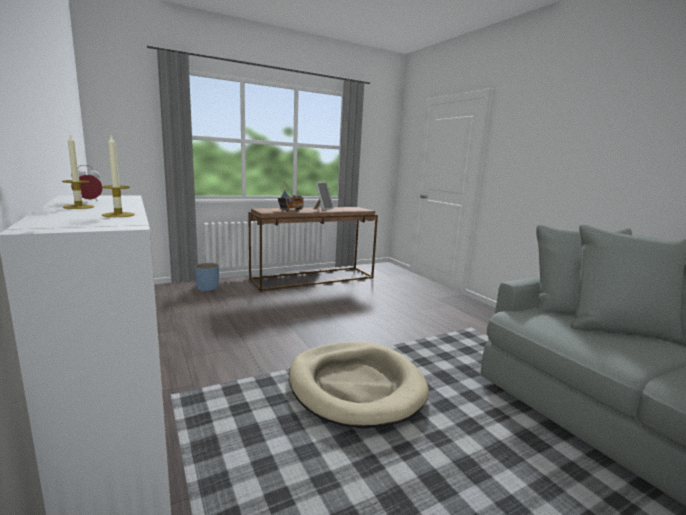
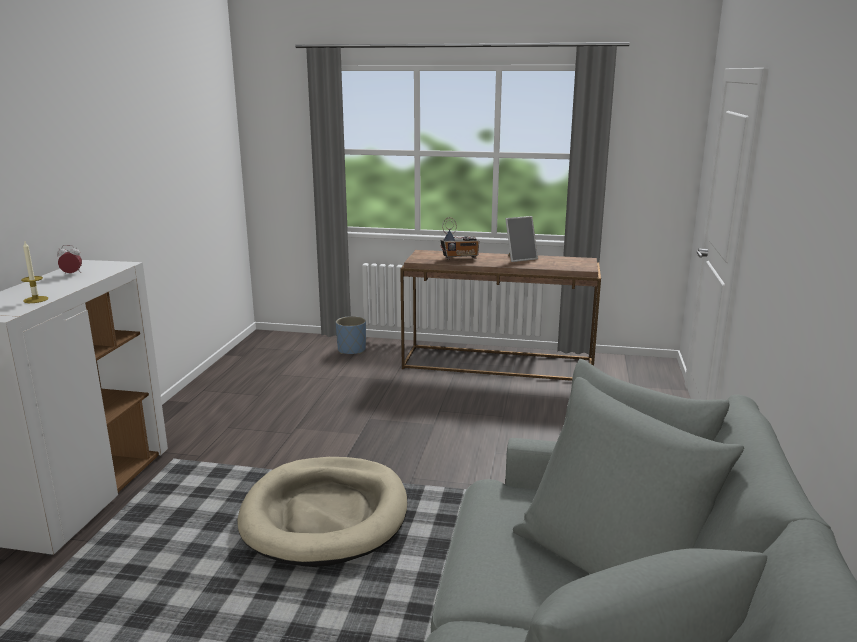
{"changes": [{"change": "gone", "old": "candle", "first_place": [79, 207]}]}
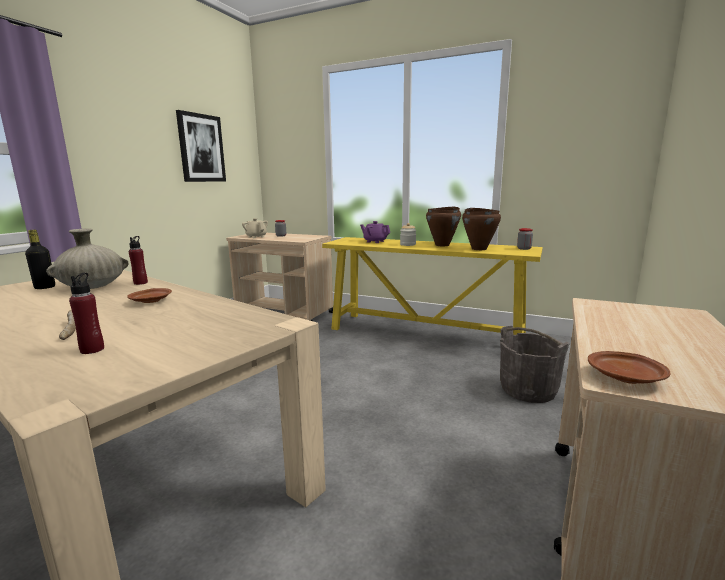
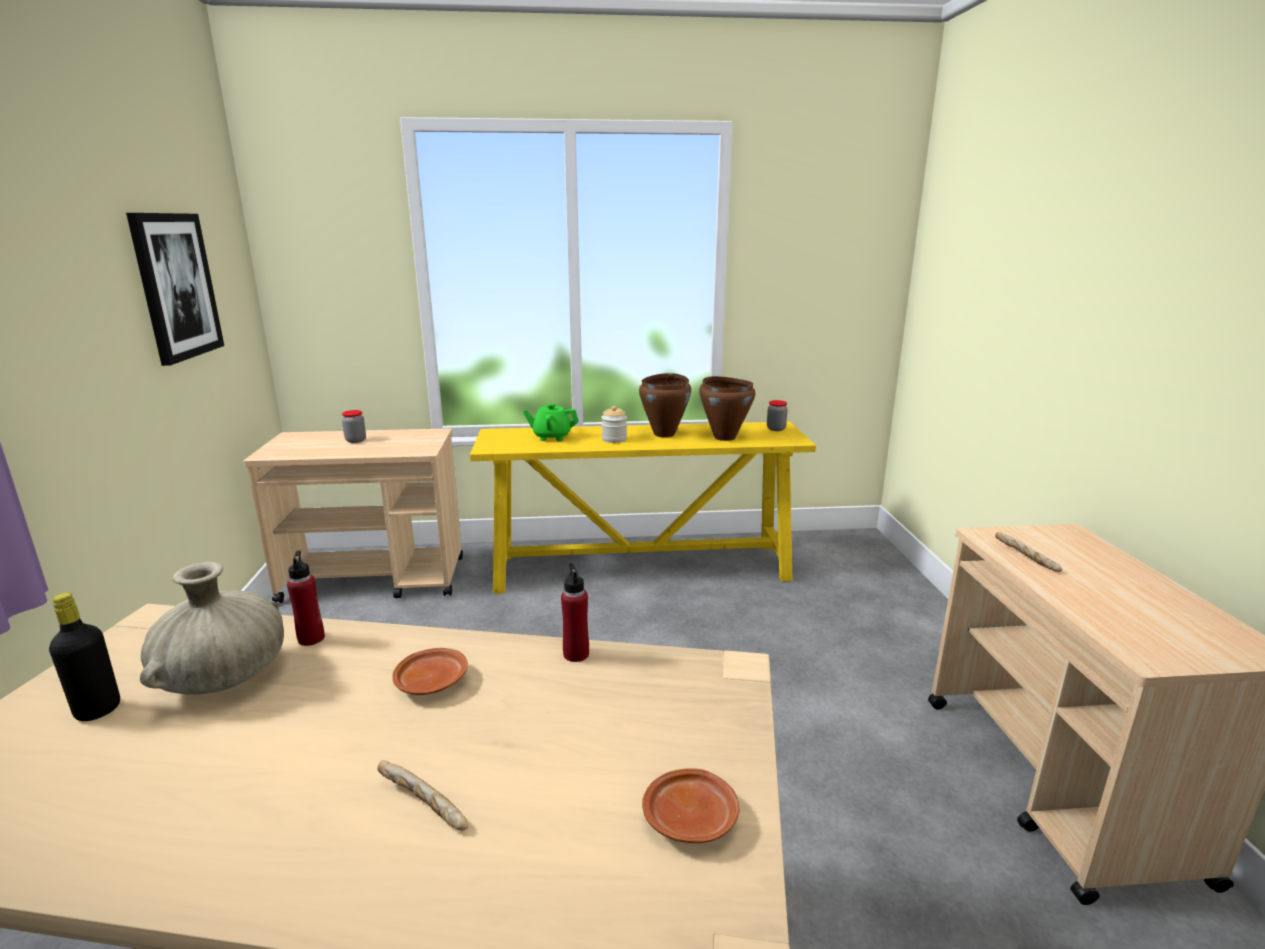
{"changes": [{"change": "shifted", "old": "red bottle", "first_place": [92, 349], "second_place": [576, 654]}, {"change": "gone", "old": "beige teapot", "first_place": [256, 237]}, {"change": "repainted", "old": "purple teapot", "new": "green teapot", "first_place": [375, 241], "second_place": [551, 437]}, {"change": "gone", "old": "grey bucket", "first_place": [528, 390]}, {"change": "shifted", "old": "brown plate", "first_place": [626, 377], "second_place": [691, 818]}, {"change": "new", "new": "bread", "second_place": [1025, 558]}]}
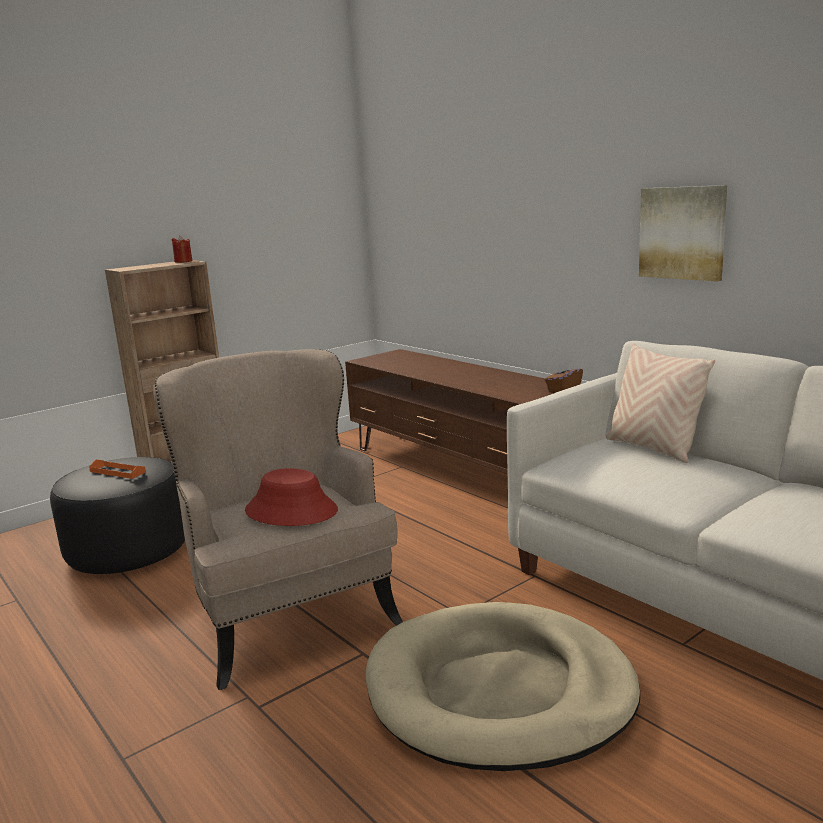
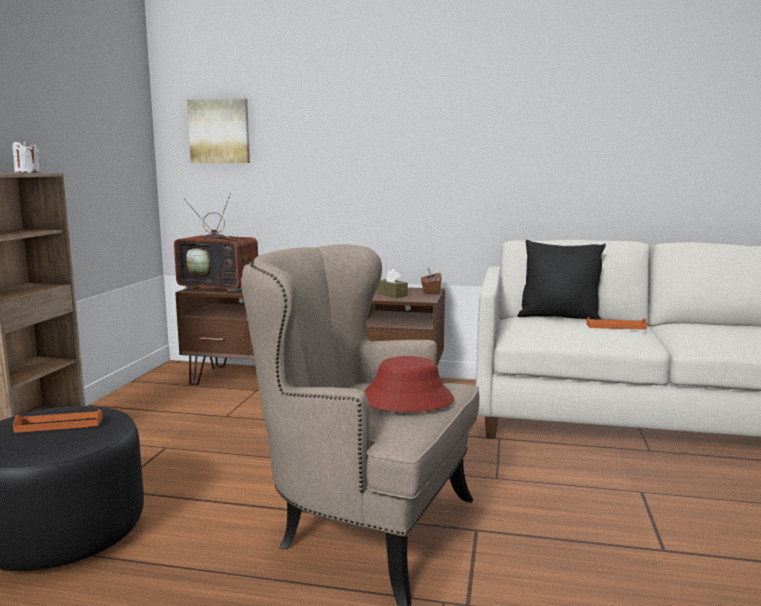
{"changes": [{"change": "repainted", "old": "red candle", "new": "white candle", "first_place": [183, 261], "second_place": [27, 172]}, {"change": "gone", "old": "beige dog bed", "first_place": [499, 691]}, {"change": "repainted", "old": "beige pillow", "new": "black pillow", "first_place": [653, 448], "second_place": [558, 317]}, {"change": "shifted", "old": "picture", "first_place": [682, 233], "second_place": [219, 131]}, {"change": "new", "new": "television", "second_place": [222, 288]}, {"change": "new", "new": "brown tissue box", "second_place": [391, 294]}, {"change": "new", "new": "orange tray", "second_place": [616, 326]}]}
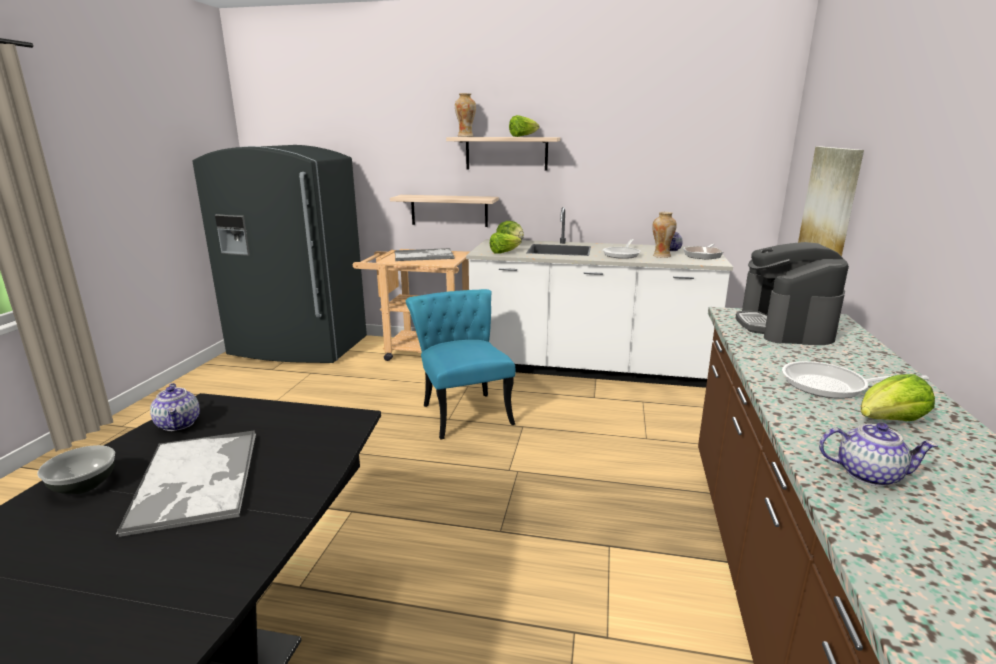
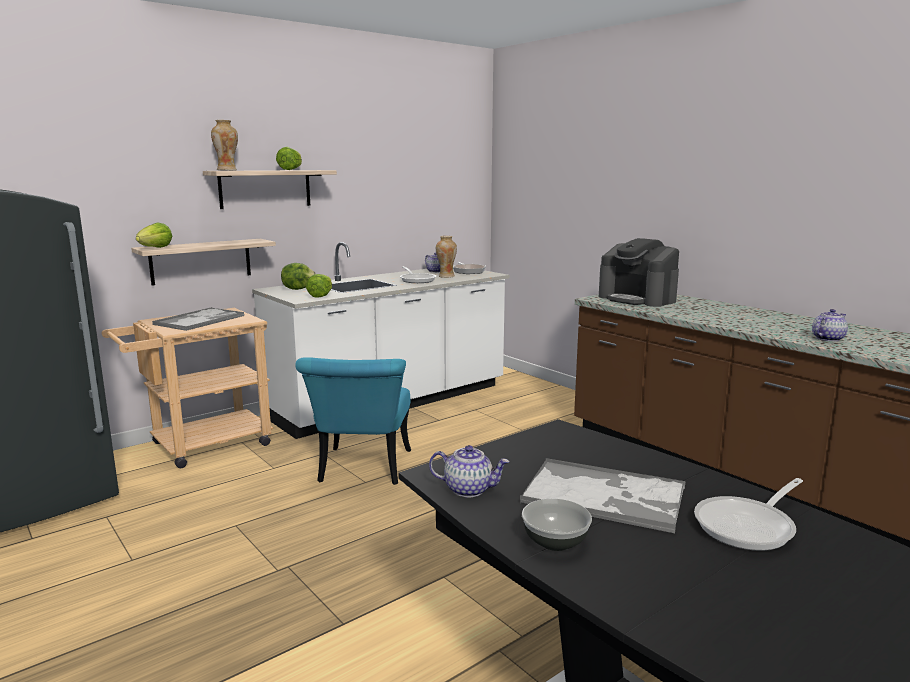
{"changes": [{"change": "rotated", "old": "turquoise chair", "first_place": [463, 410], "second_place": [362, 471], "degrees": -105}, {"change": "shifted", "old": "frying pan", "first_place": [831, 386], "second_place": [749, 526]}, {"change": "gone", "old": "picture", "first_place": [830, 205]}, {"change": "shifted", "old": "lettuce", "first_place": [888, 422], "second_place": [155, 248]}]}
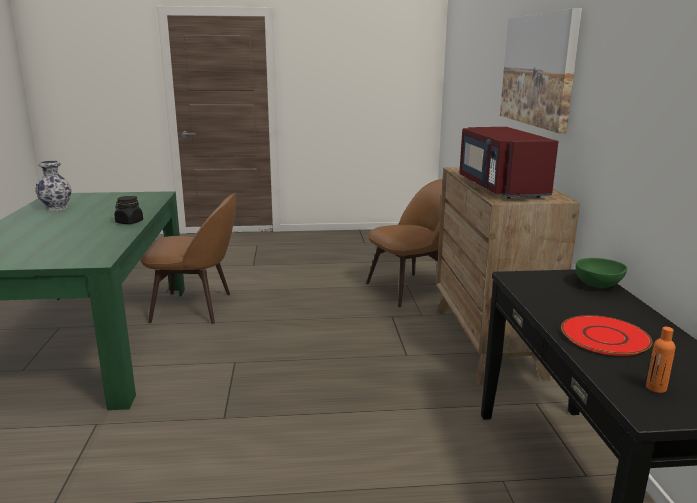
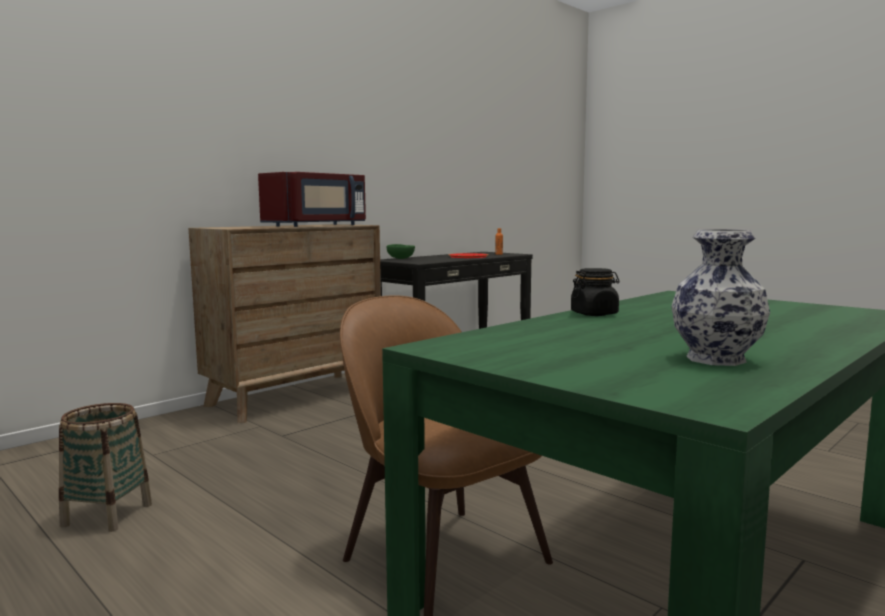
{"changes": [{"change": "gone", "old": "brown chair", "first_place": [410, 289]}, {"change": "gone", "old": "picture", "first_place": [538, 70]}, {"change": "new", "new": "basket", "second_place": [107, 515]}]}
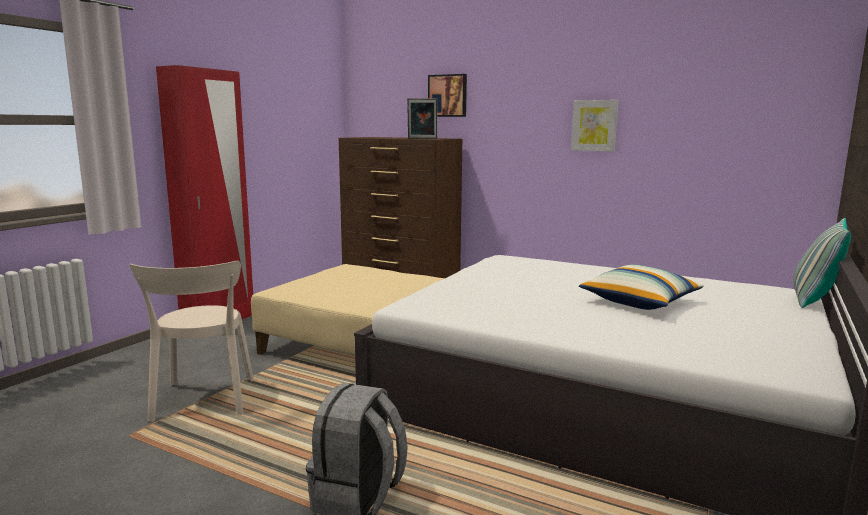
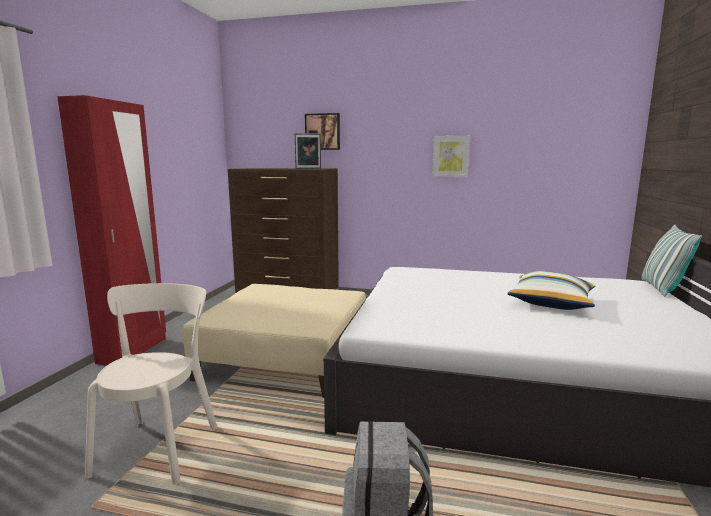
{"changes": [{"change": "rotated", "old": "beige chair", "first_place": [203, 402], "second_place": [159, 446], "degrees": -150}]}
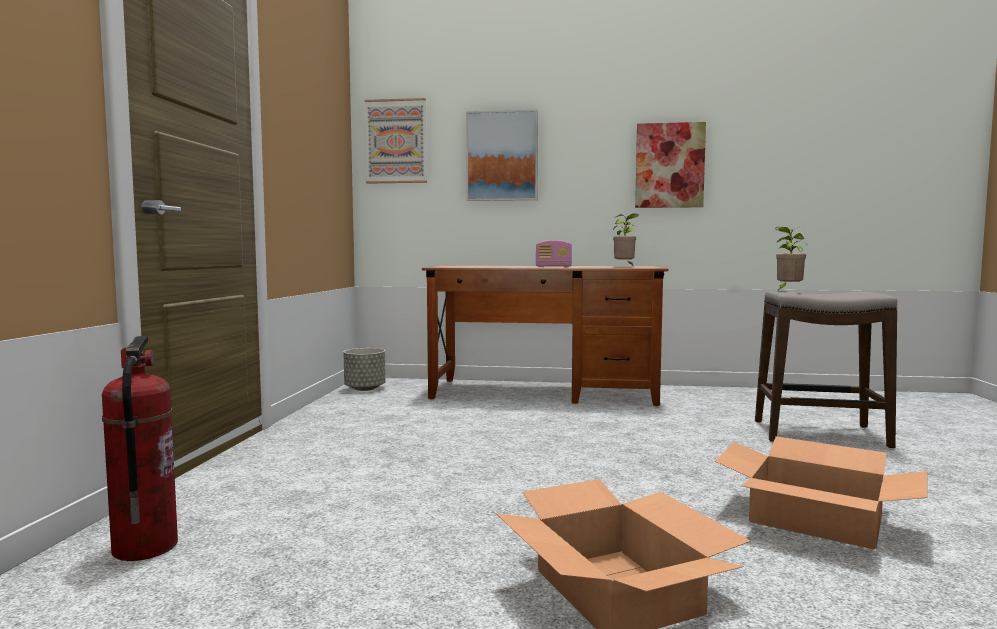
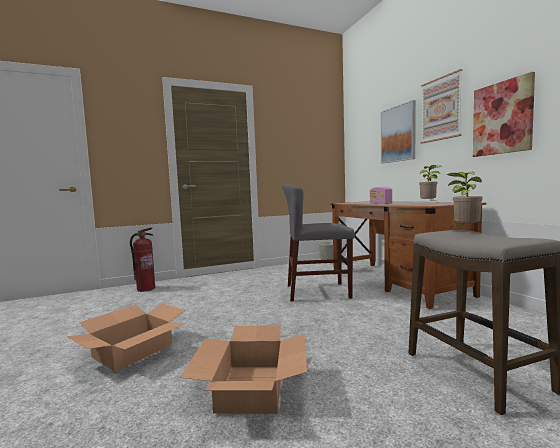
{"changes": [{"change": "shifted", "old": "picture", "first_place": [396, 141], "second_place": [441, 109]}, {"change": "new", "new": "grey chair", "second_place": [317, 291]}]}
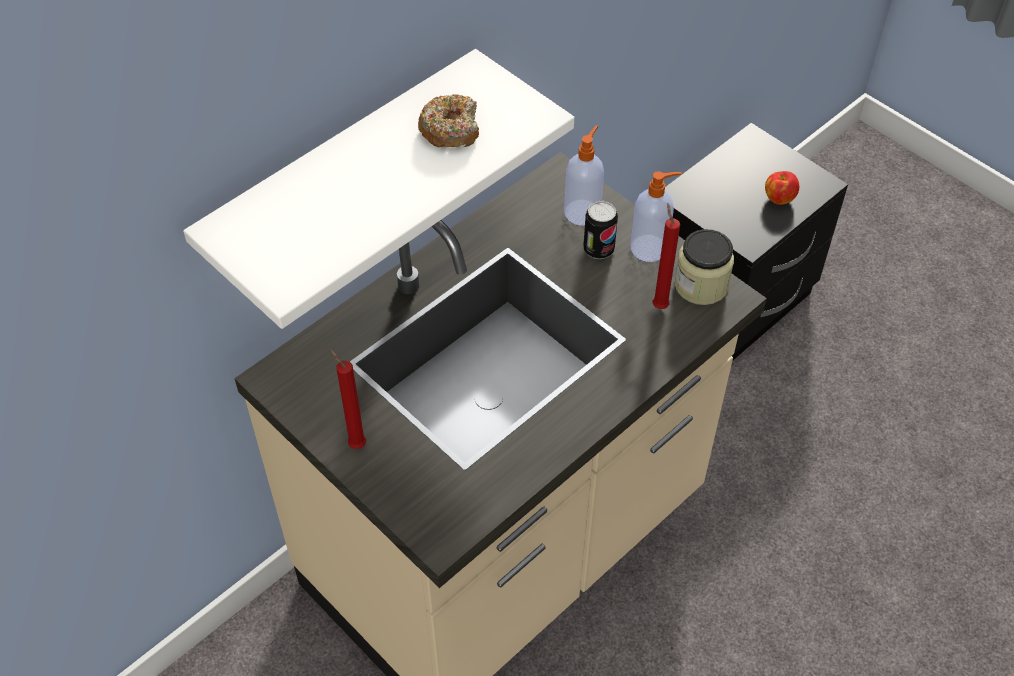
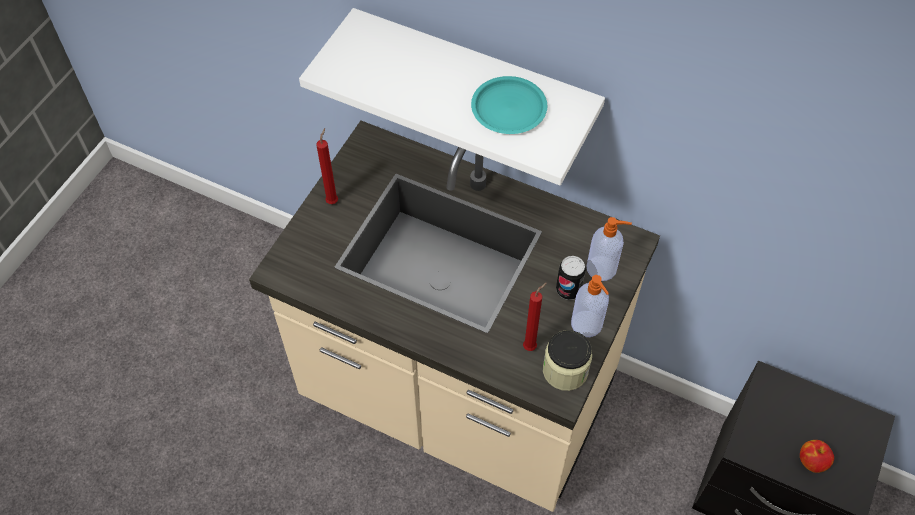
{"changes": [{"change": "swapped", "old": "donut", "new": "turquoise plate", "first_place": [450, 129], "second_place": [508, 109]}]}
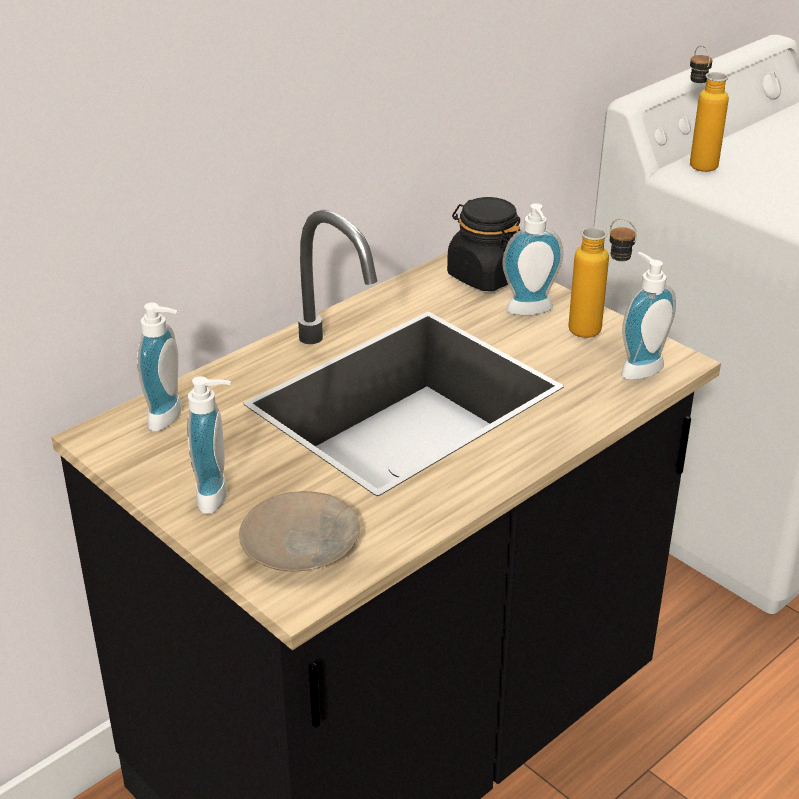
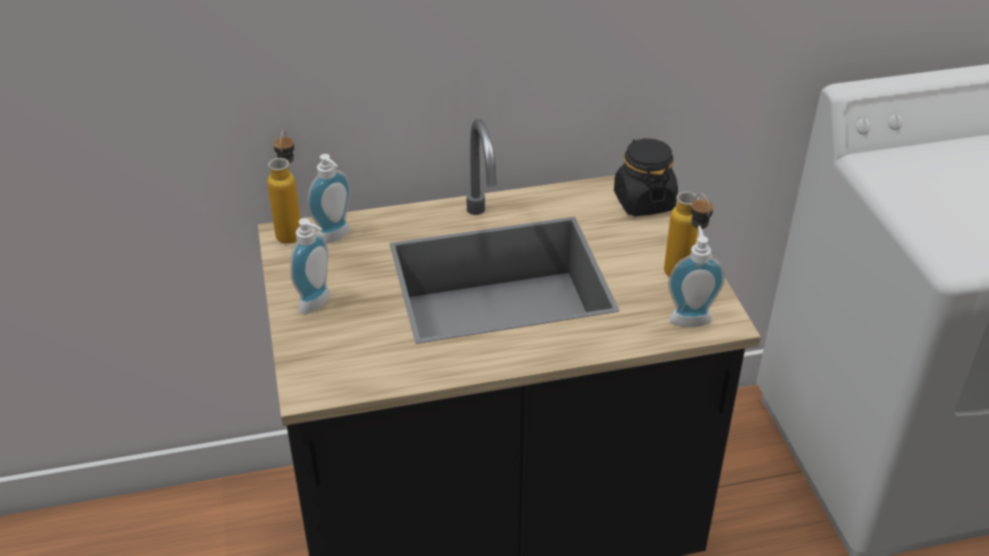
{"changes": [{"change": "gone", "old": "beige plate", "first_place": [302, 544]}, {"change": "gone", "old": "soap dispenser", "first_place": [531, 312]}, {"change": "shifted", "old": "bottle", "first_place": [696, 162], "second_place": [291, 229]}]}
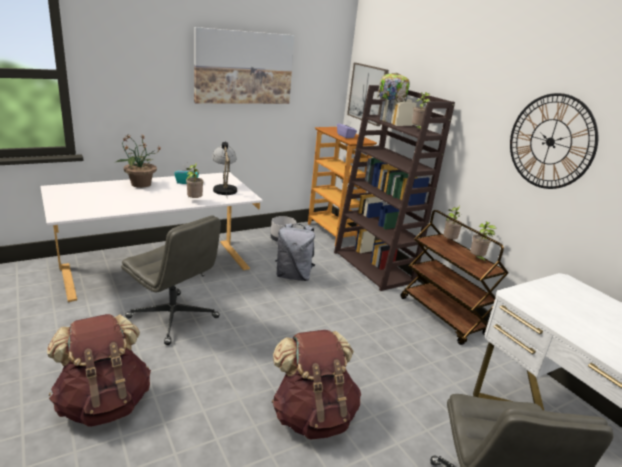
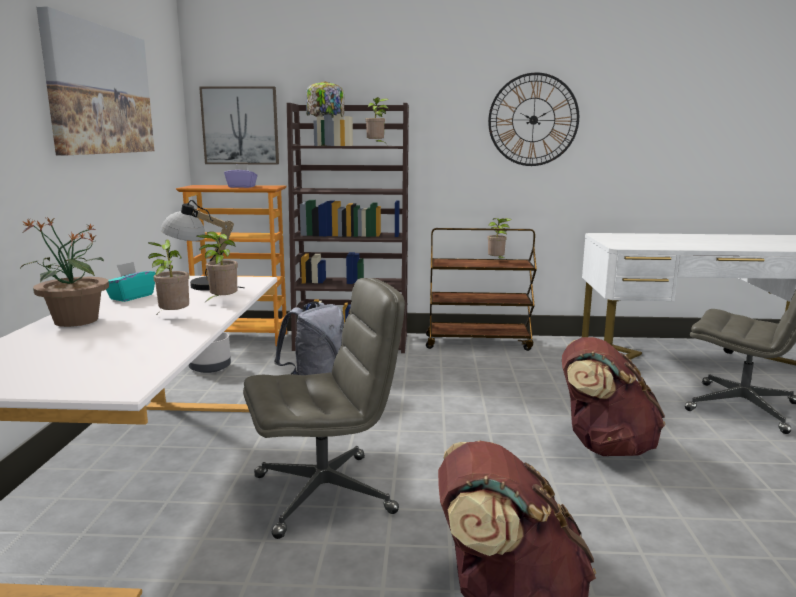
{"changes": [{"change": "shifted", "old": "potted plant", "first_place": [448, 241], "second_place": [173, 317]}]}
